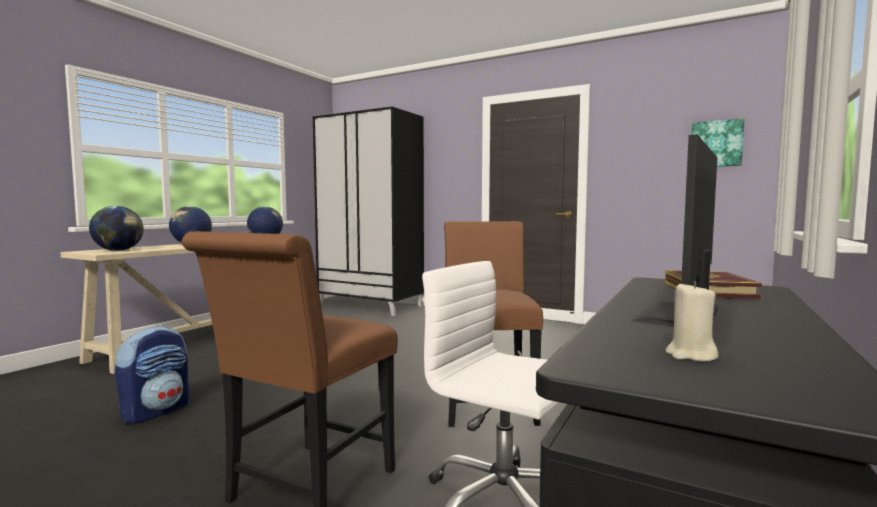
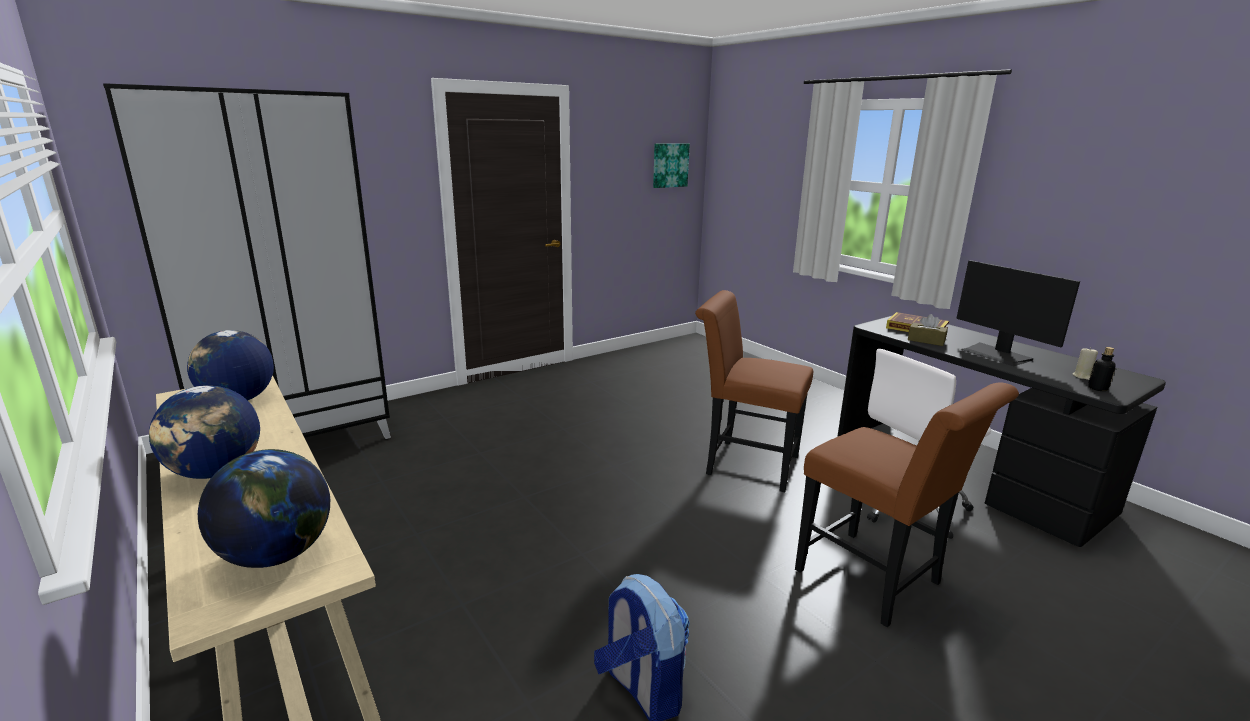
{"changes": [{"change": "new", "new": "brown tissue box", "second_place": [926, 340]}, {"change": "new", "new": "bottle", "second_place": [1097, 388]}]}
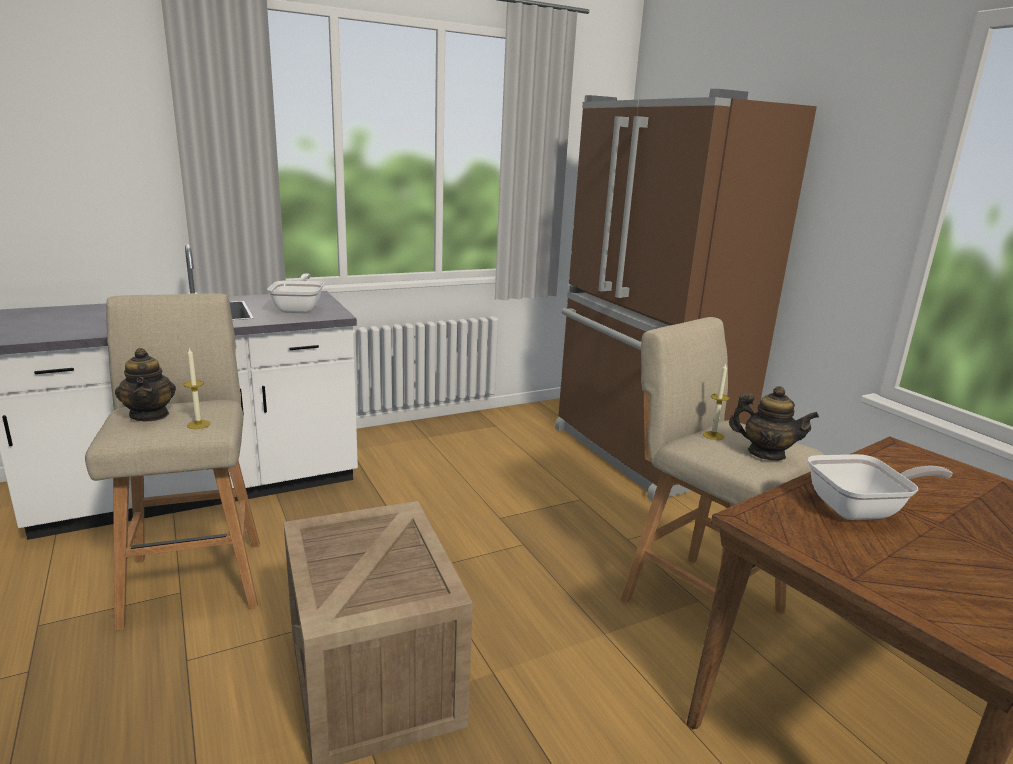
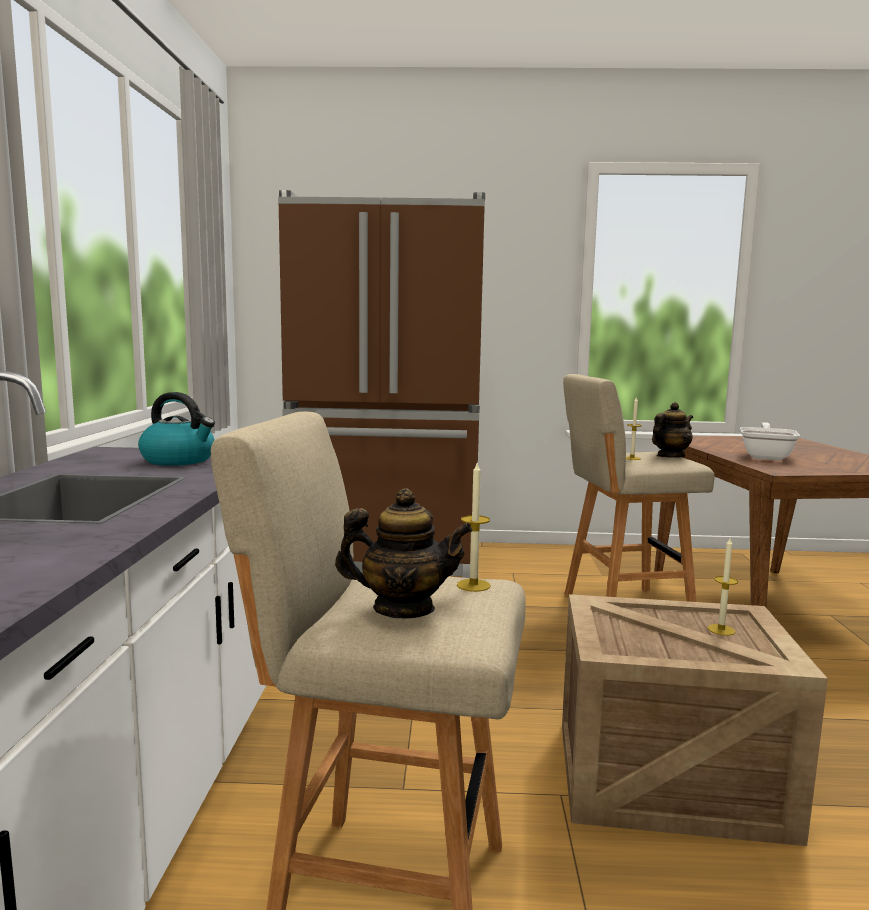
{"changes": [{"change": "swapped", "old": "frying pan", "new": "kettle", "first_place": [299, 309], "second_place": [179, 460]}, {"change": "new", "new": "candle", "second_place": [721, 630]}]}
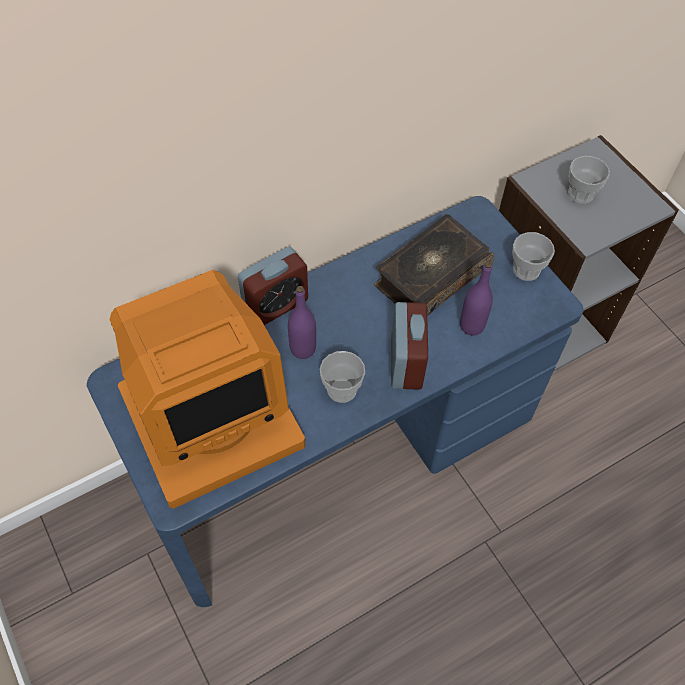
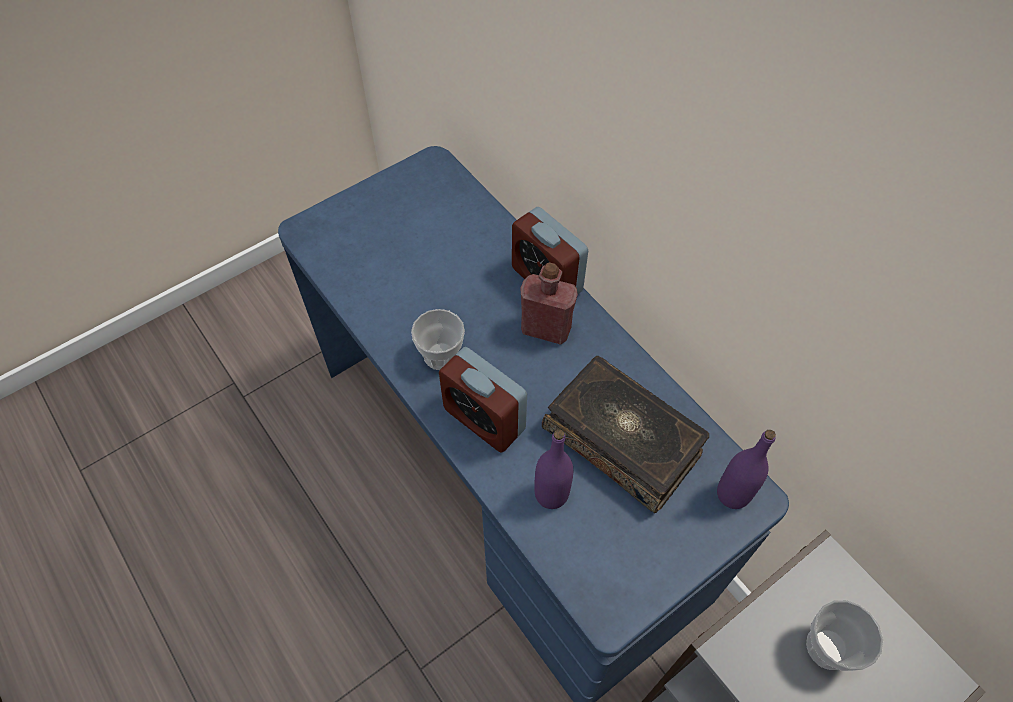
{"changes": [{"change": "gone", "old": "monitor", "first_place": [210, 415]}, {"change": "shifted", "old": "purple bottle", "first_place": [303, 349], "second_place": [732, 494]}, {"change": "rotated", "old": "alarm clock", "first_place": [406, 363], "second_place": [484, 419], "degrees": 45}, {"change": "gone", "old": "cup", "first_place": [526, 270]}, {"change": "new", "new": "red bottle", "second_place": [546, 329]}]}
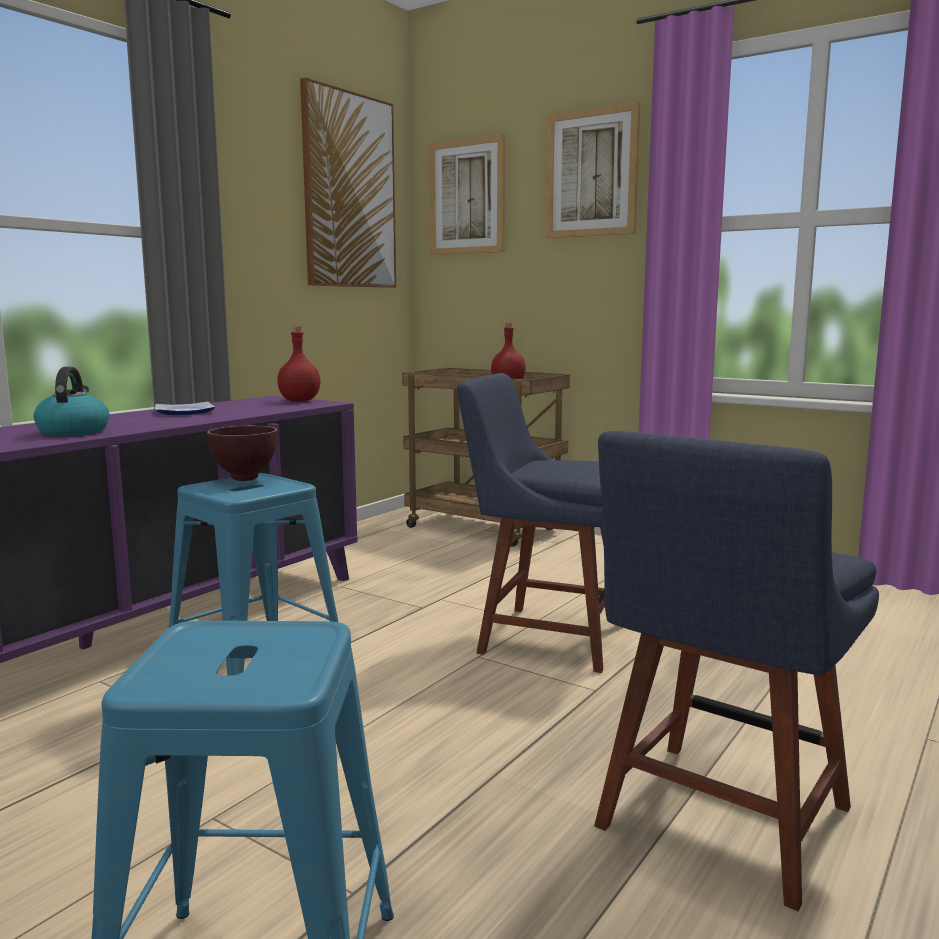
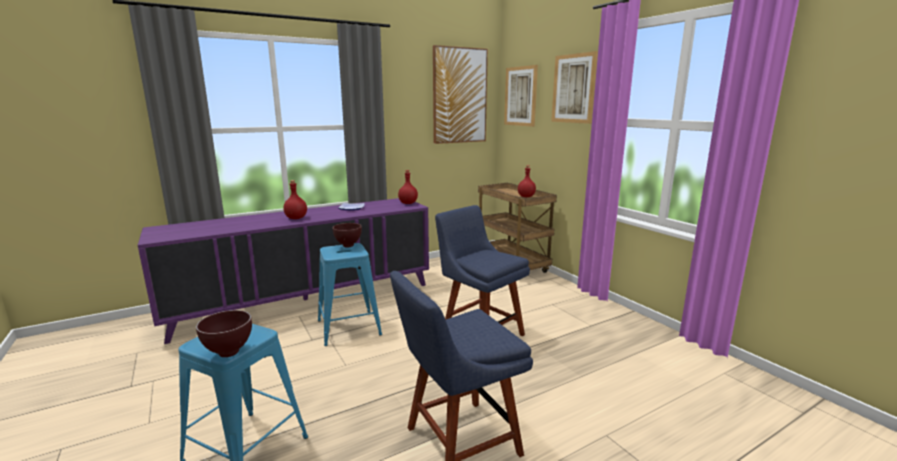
{"changes": [{"change": "swapped", "old": "kettle", "new": "red bottle", "first_place": [73, 431], "second_place": [296, 218]}, {"change": "new", "new": "brown bowl", "second_place": [230, 352]}]}
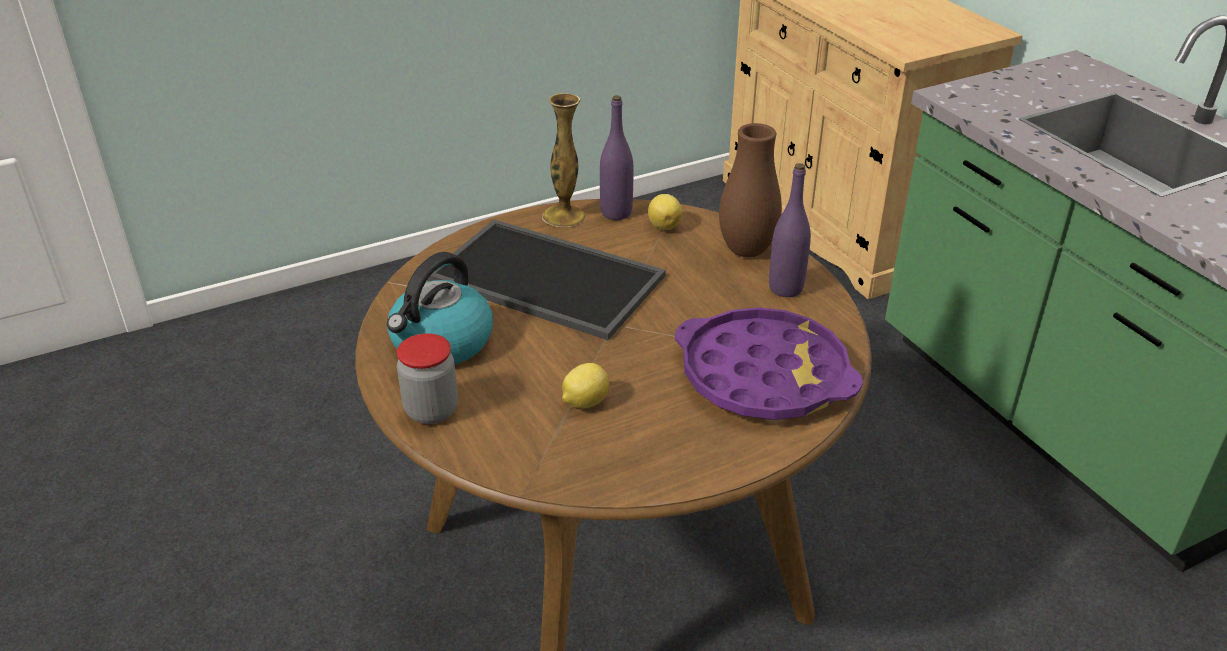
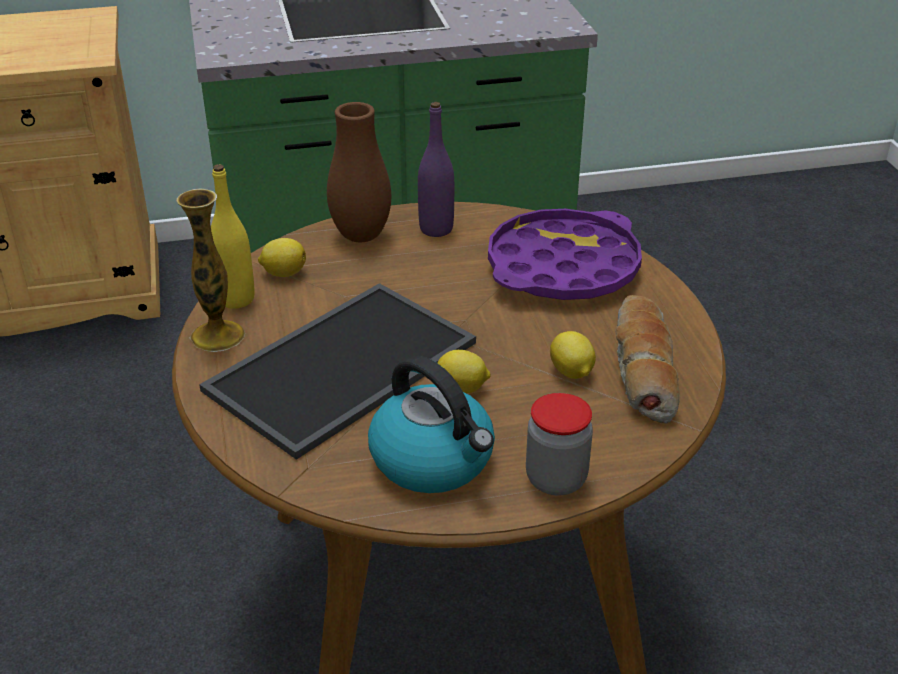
{"changes": [{"change": "repainted", "old": "purple bottle", "new": "yellow bottle", "first_place": [616, 213], "second_place": [236, 299]}, {"change": "new", "new": "lemon", "second_place": [462, 389]}, {"change": "new", "new": "bread", "second_place": [642, 370]}]}
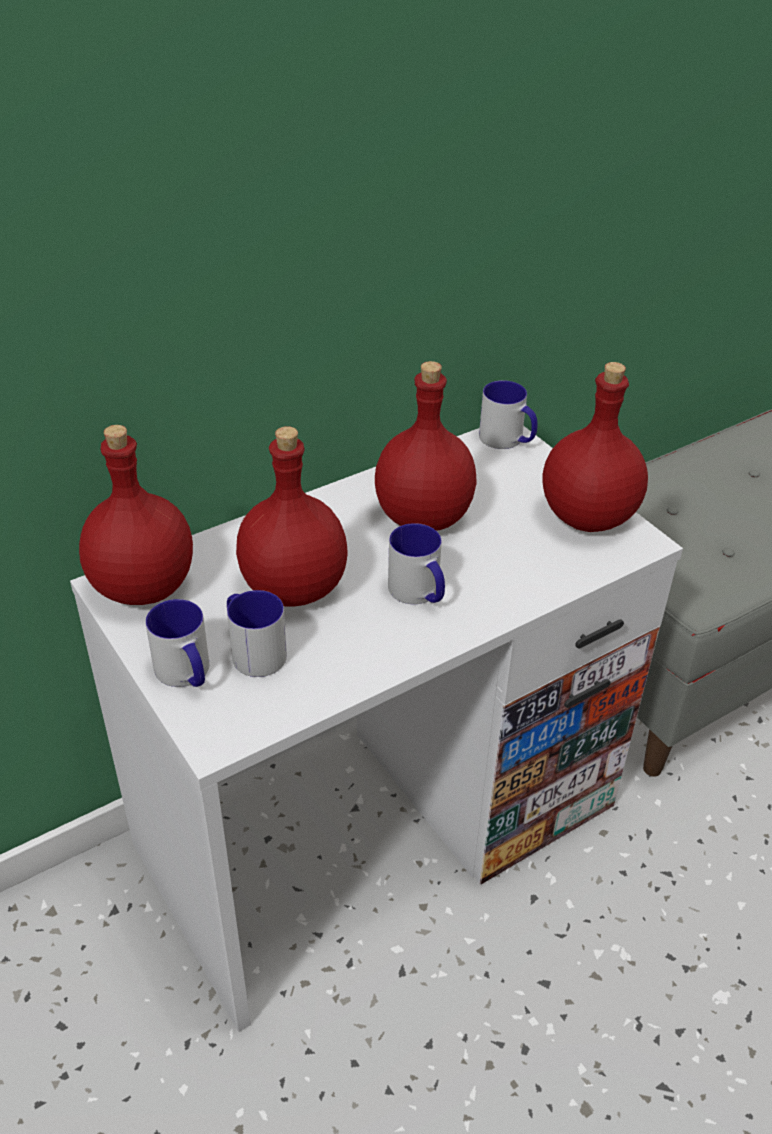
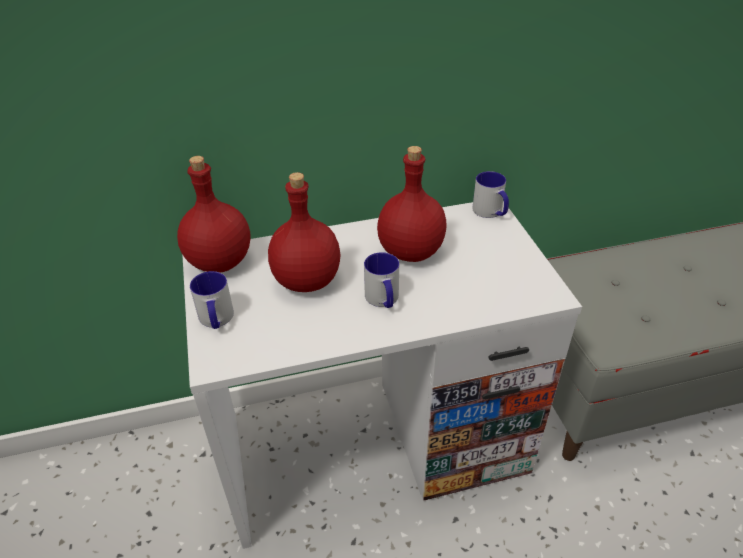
{"changes": [{"change": "gone", "old": "mug", "first_place": [253, 650]}, {"change": "gone", "old": "red bottle", "first_place": [588, 518]}]}
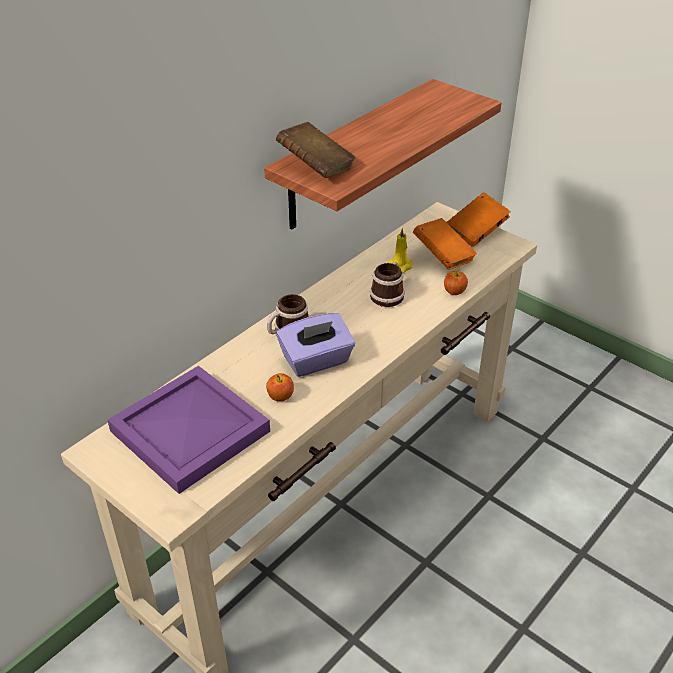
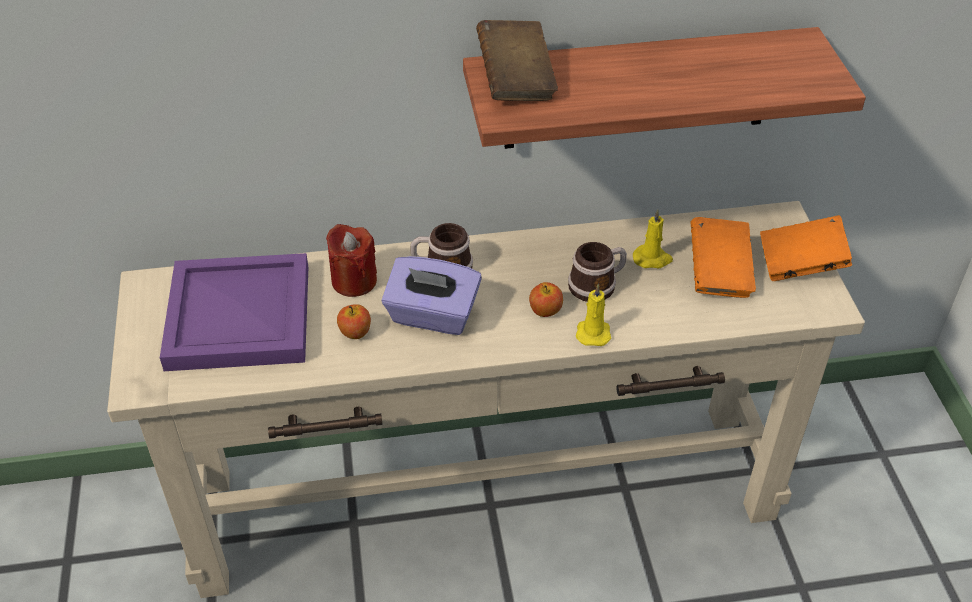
{"changes": [{"change": "shifted", "old": "apple", "first_place": [454, 291], "second_place": [545, 311]}, {"change": "new", "new": "red candle", "second_place": [354, 281]}, {"change": "new", "new": "yellow candle", "second_place": [593, 332]}]}
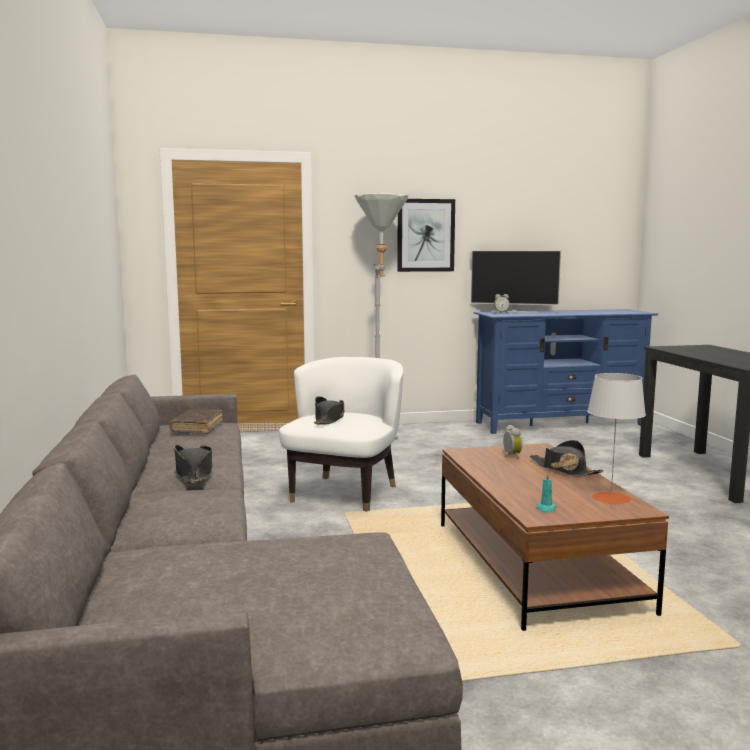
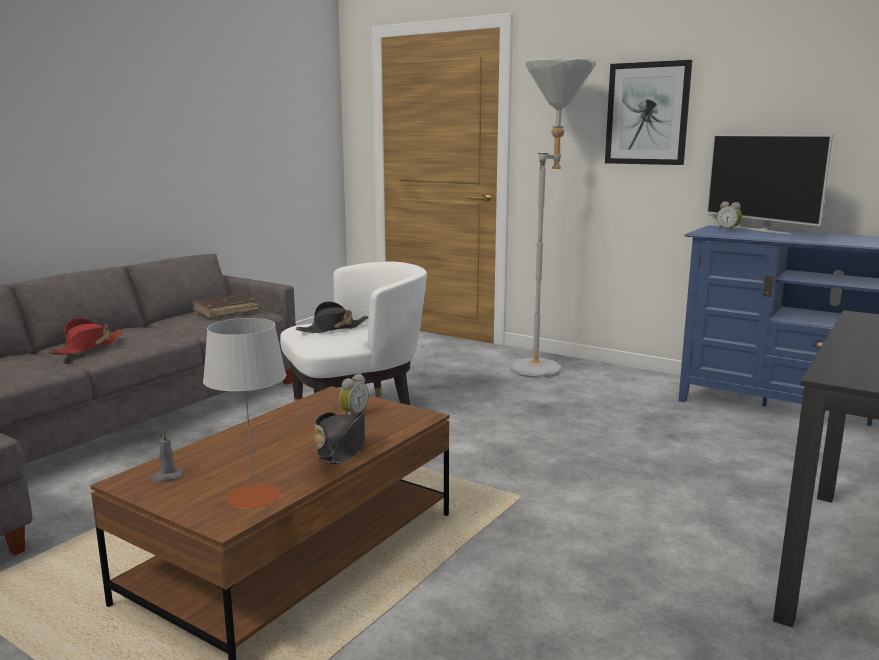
{"changes": [{"change": "repainted", "old": "black hat", "new": "red hat", "first_place": [194, 473], "second_place": [88, 347]}, {"change": "repainted", "old": "turquoise candle", "new": "grey candle", "first_place": [546, 509], "second_place": [166, 477]}]}
